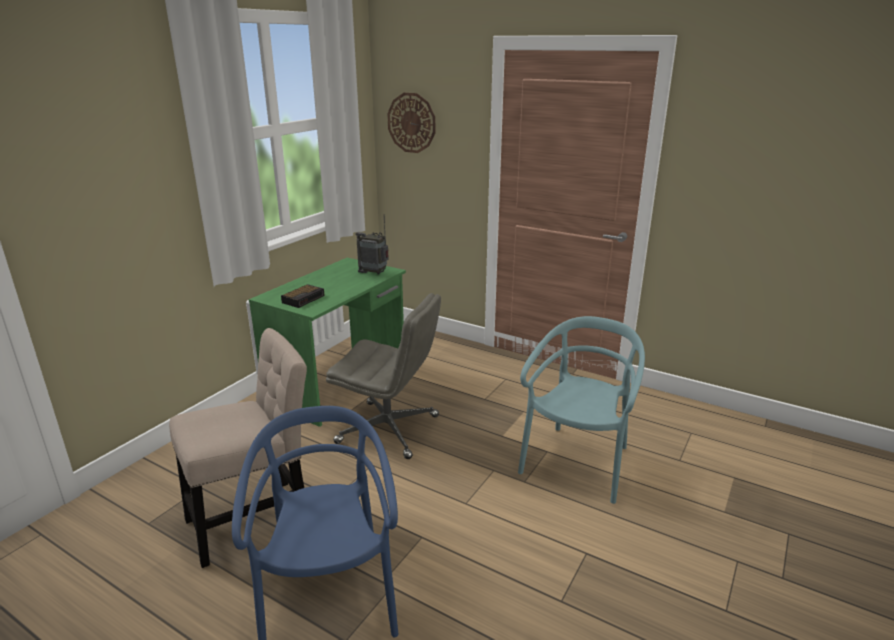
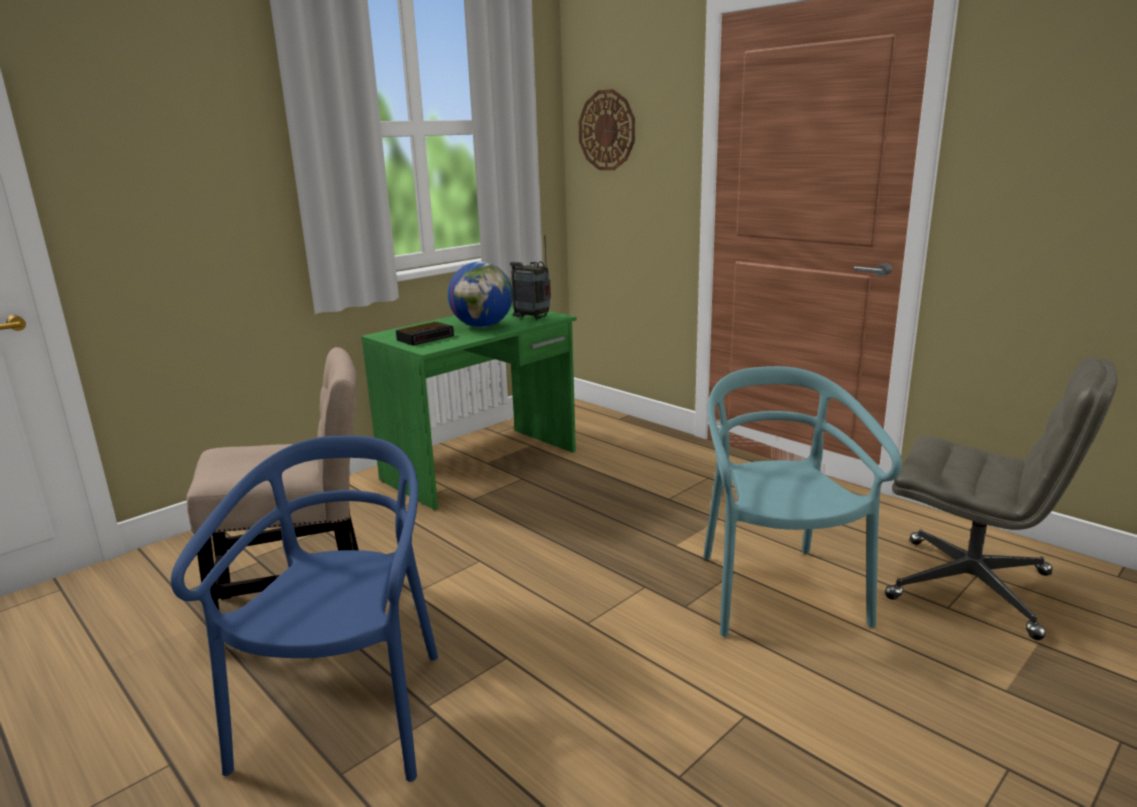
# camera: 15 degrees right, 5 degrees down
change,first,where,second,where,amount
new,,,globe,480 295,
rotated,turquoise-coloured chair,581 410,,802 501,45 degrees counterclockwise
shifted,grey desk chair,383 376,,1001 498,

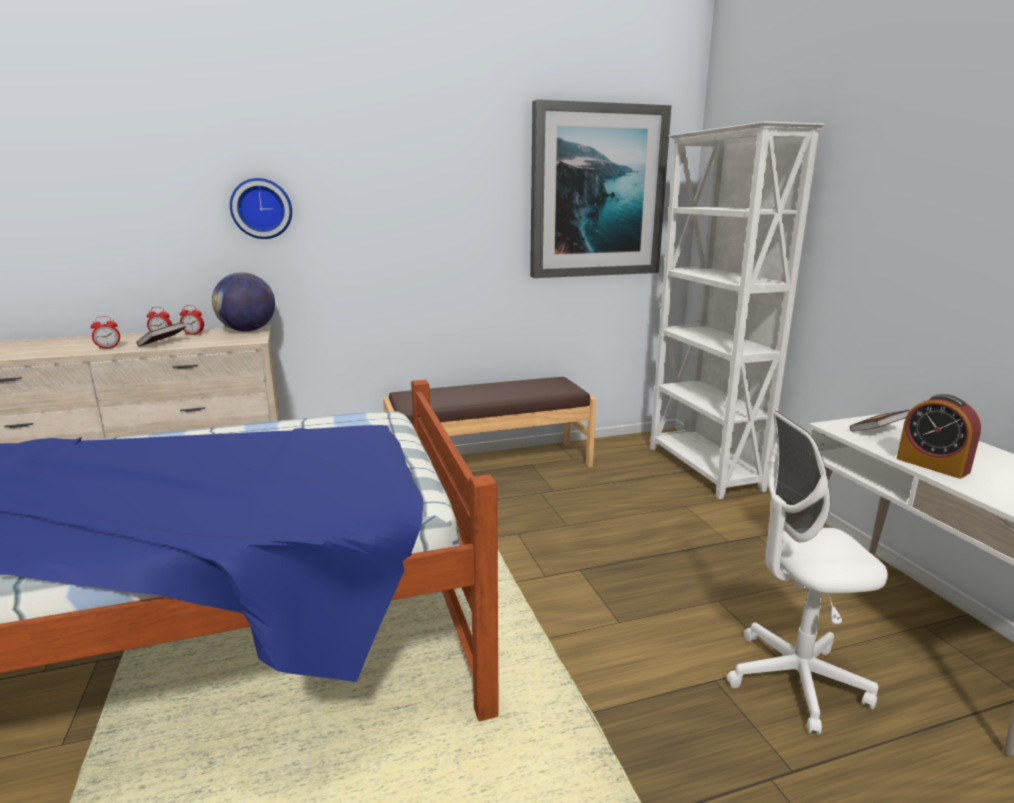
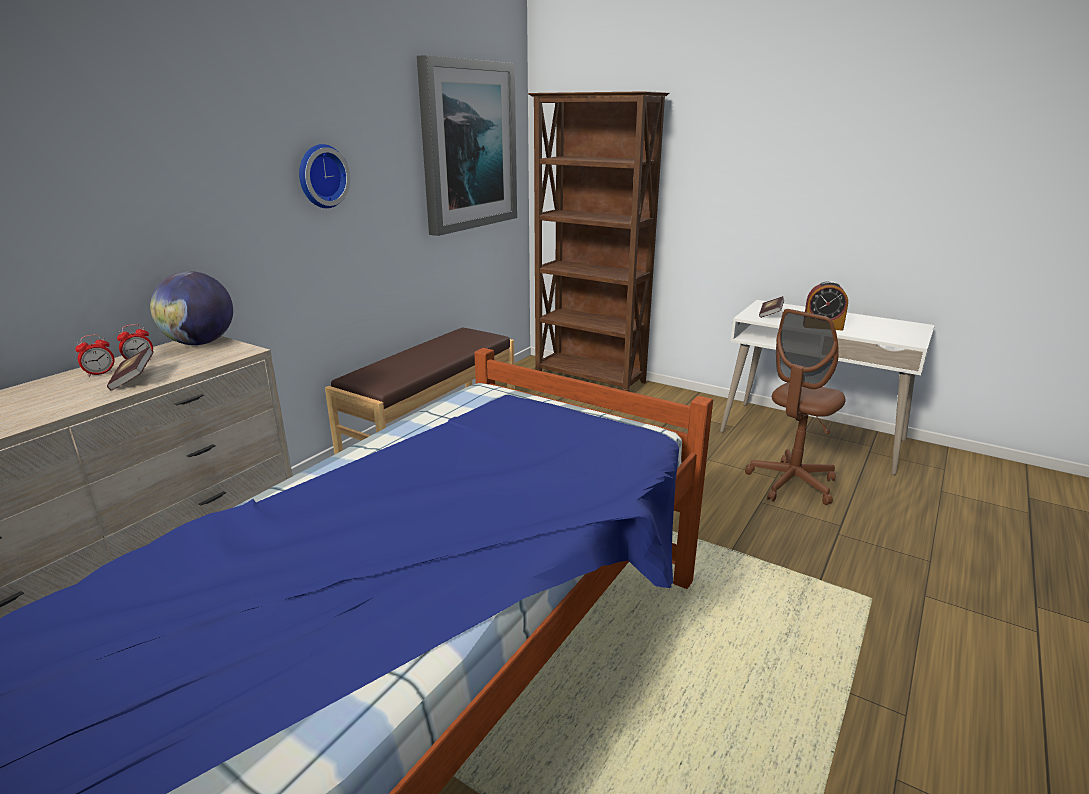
# camera: 40 degrees left, 5 degrees up
change,first,where,second,where,amount
shifted,wall clock,261 208,,324 176,
repainted,white-coloured shelving unit,737 310,brownish shelving unit,598 241,
repainted,white-coloured desk chair,807 572,brownish desk chair,795 407,
gone,bedside clock,105 333,,,

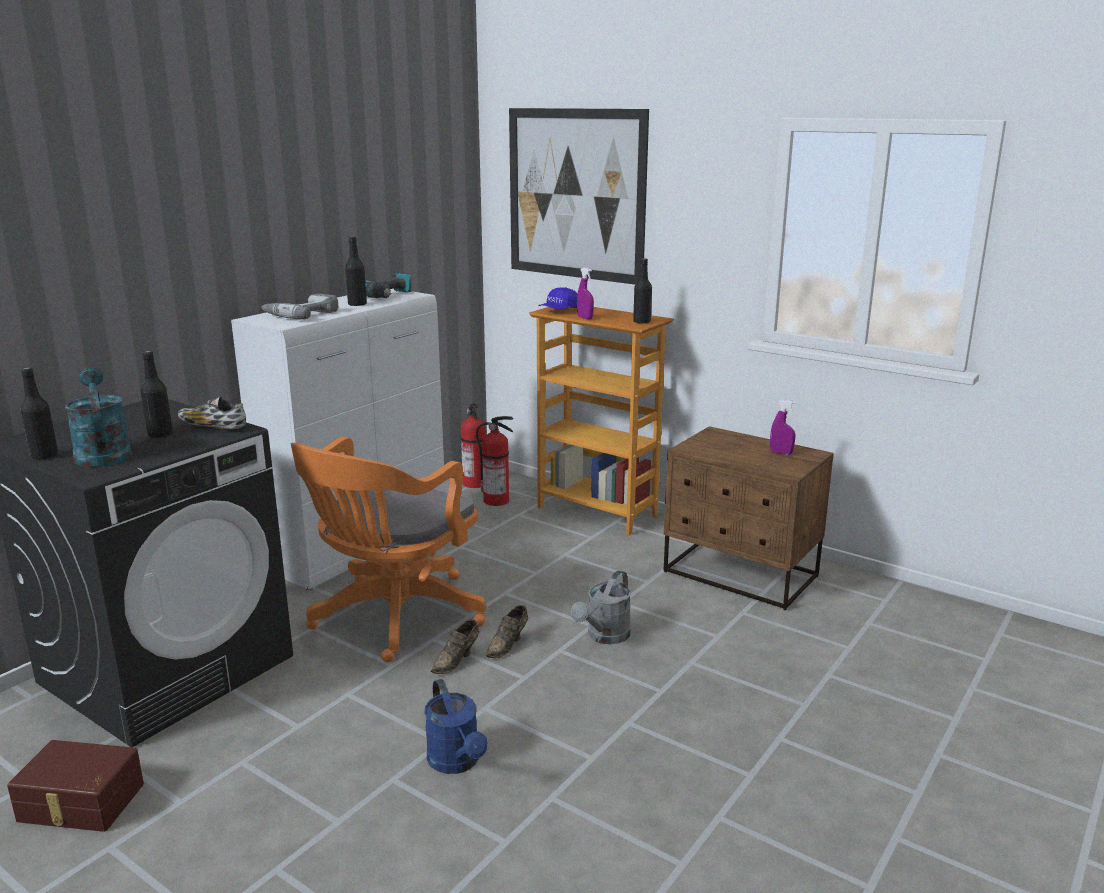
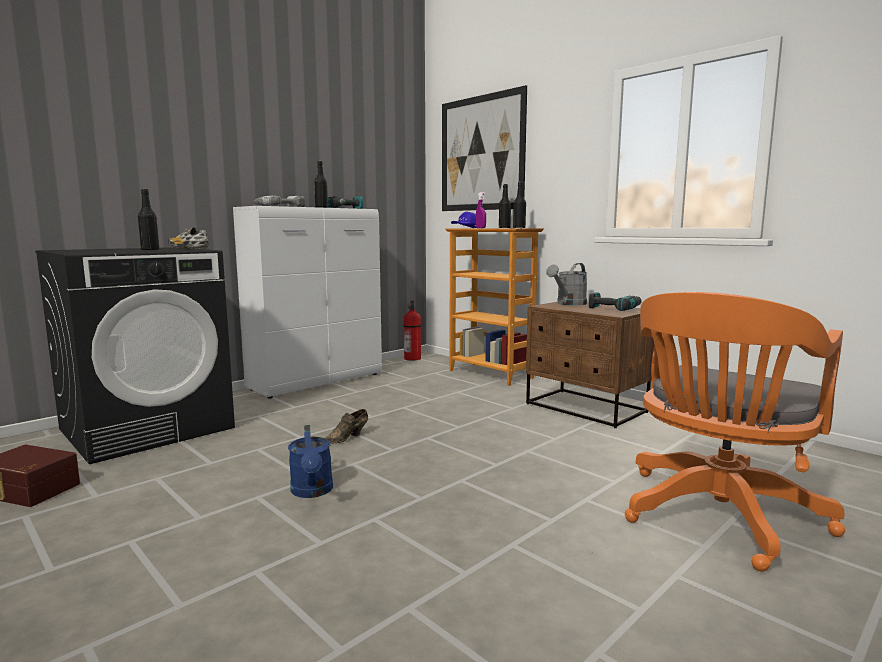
# camera: 10 degrees right, 10 degrees down
change,first,where,second,where,amount
shifted,blackish bottle,39 413,,505 206,
shifted,grey sprinkling can,601 607,,566 284,
swapped,purple-coloured spray bottle,783 427,power drill,615 301,
shifted,orange-coloured desk chair,388 549,,735 432,
gone,turquoise-coloured sprinkling can,98 418,,,
gone,fire extinguisher,494 461,,,
gone,brownish shoe,507 631,,,

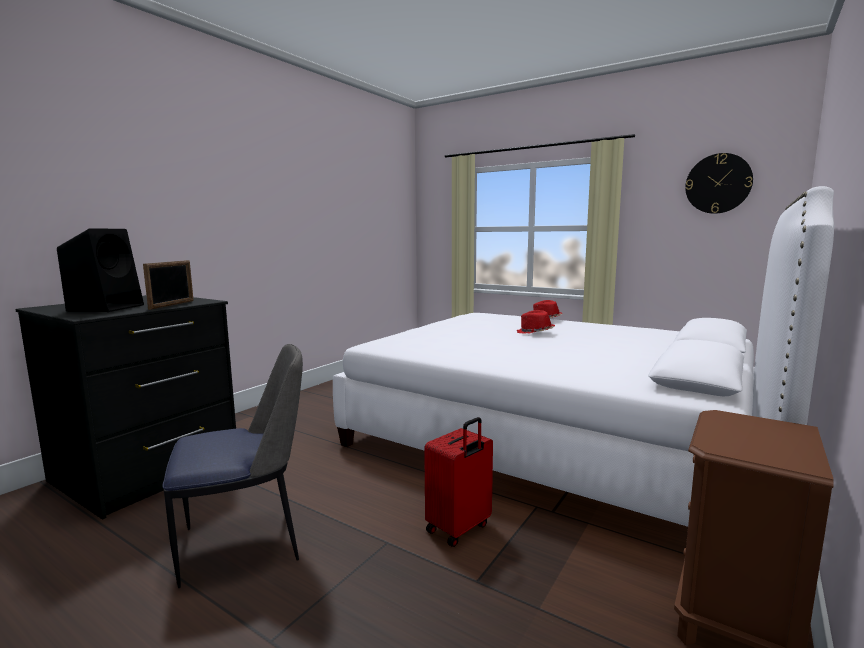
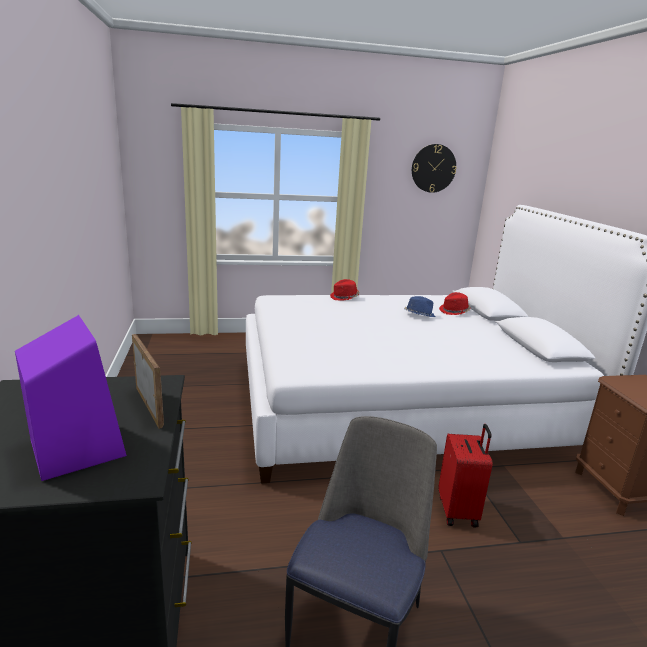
# camera: 45 degrees left, 10 degrees up
change,first,where,second,where,amount
repainted,blackish speaker,100 270,purple-coloured speaker,71 398,
new,,,blue-coloured clothing hat,419 306,
shifted,red-coloured clothing hat,536 322,,454 303,

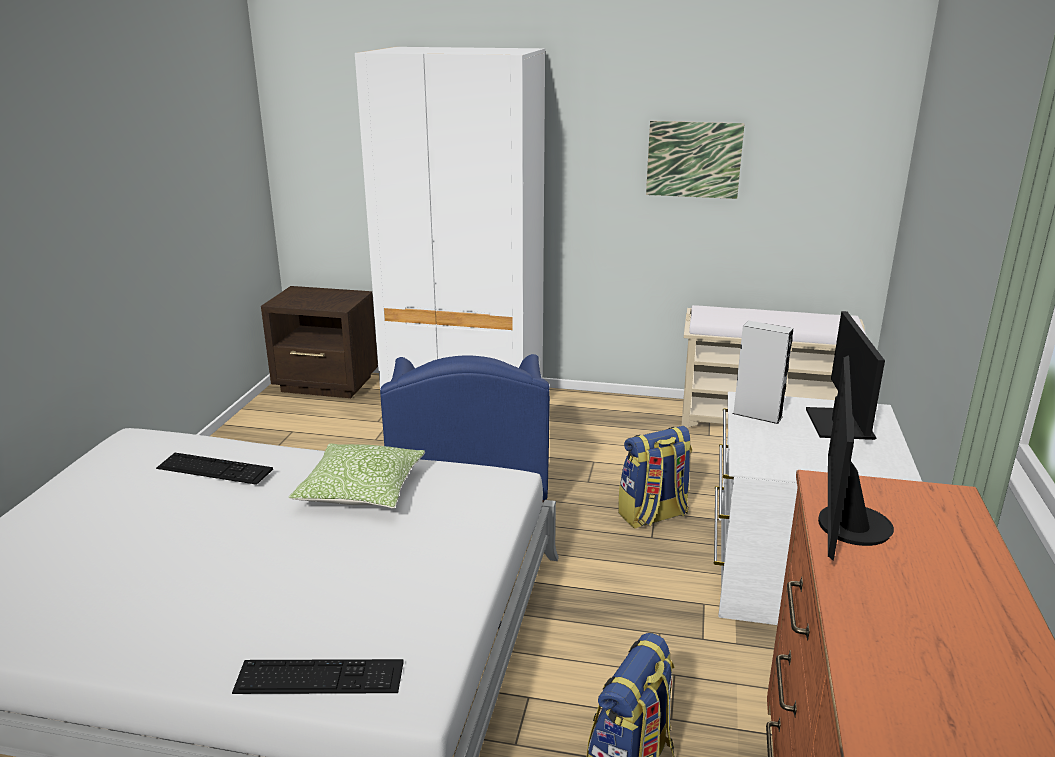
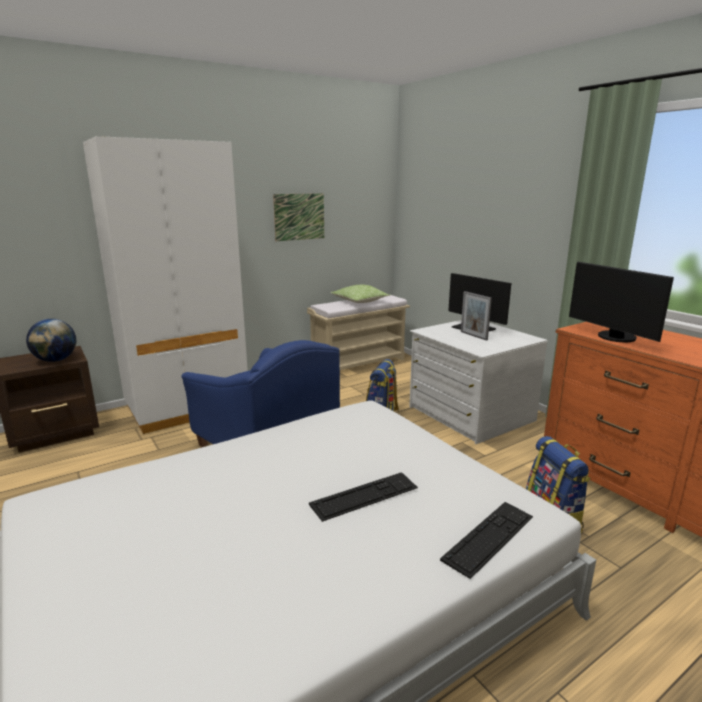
# camera: 45 degrees left, 5 degrees down
change,first,where,second,where,amount
new,,,globe,51 340,
shifted,keyboard,214 469,,363 497,
shifted,cushion,356 476,,360 294,
new,,,standing frame,476 315,
gone,grey speaker,763 372,,,

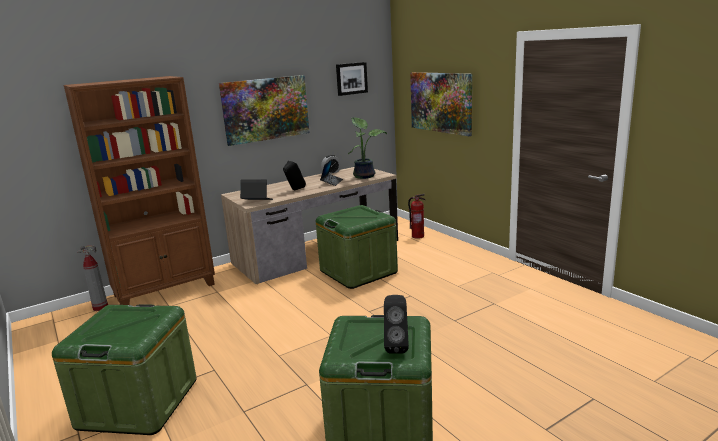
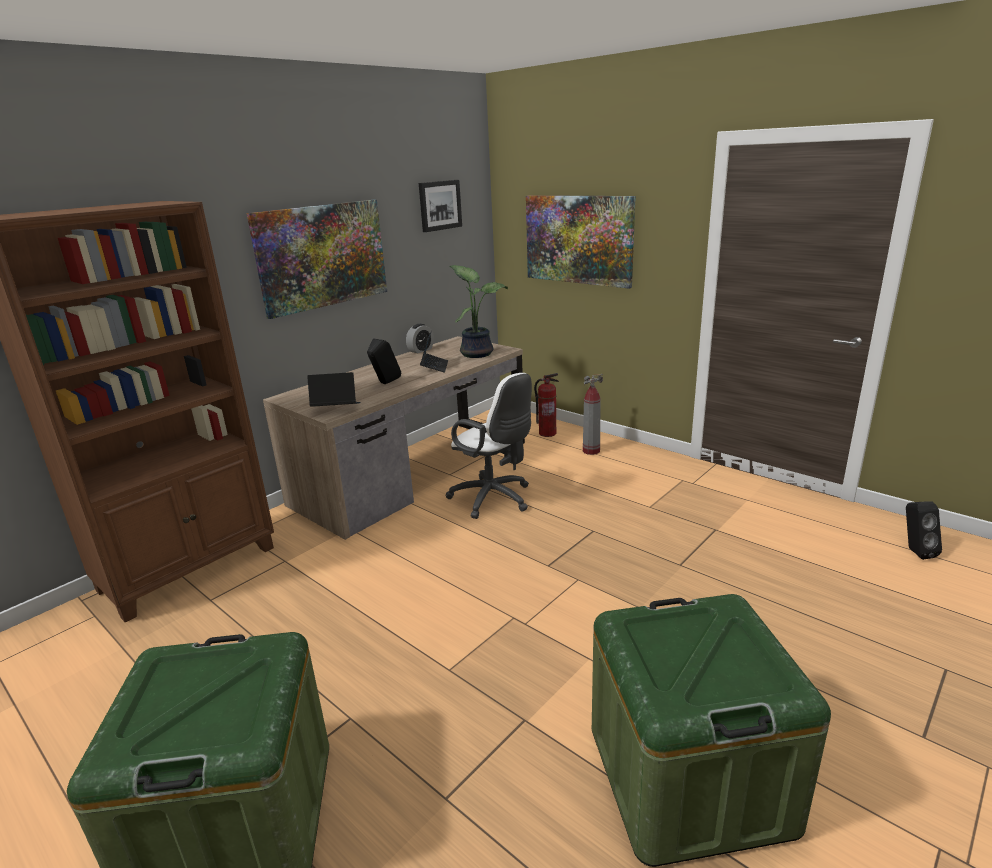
# camera: 15 degrees left, 5 degrees up
change,first,where,second,where,amount
swapped,green storage container,357 247,white-coloured desk chair,489 446,
shifted,fire extinguisher,92 278,,593 414,
shifted,blackish speaker,396 324,,924 530,

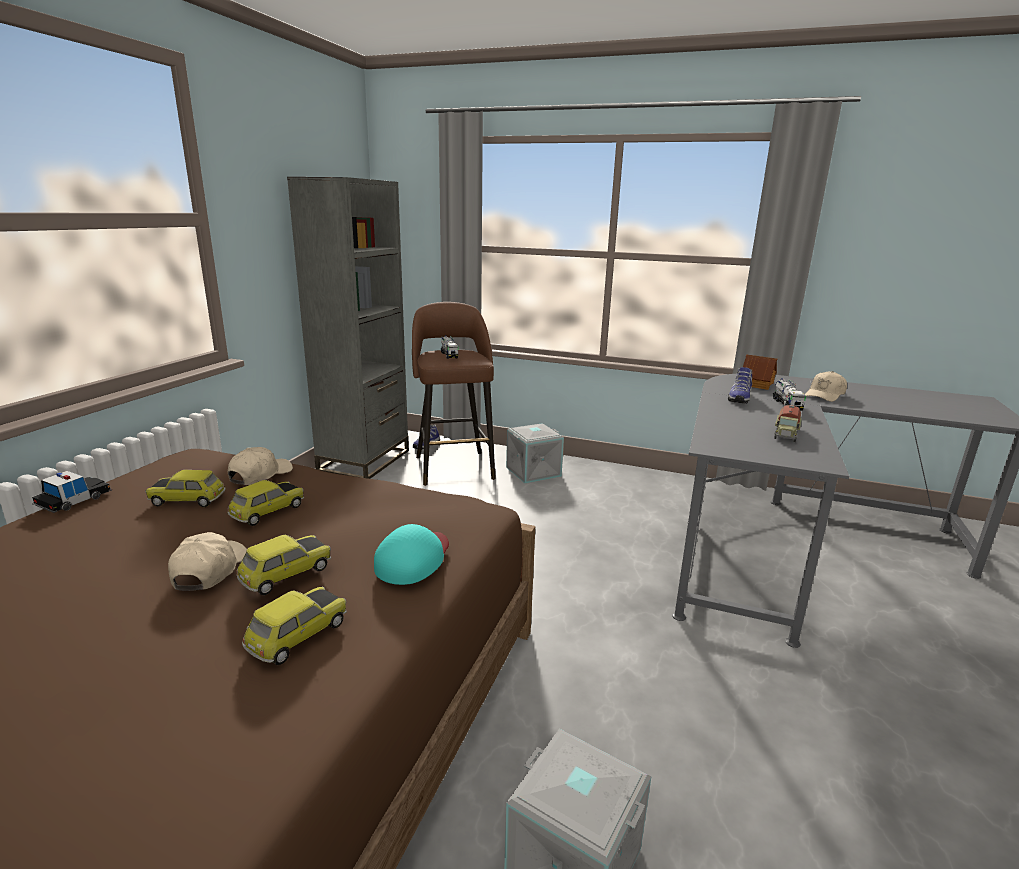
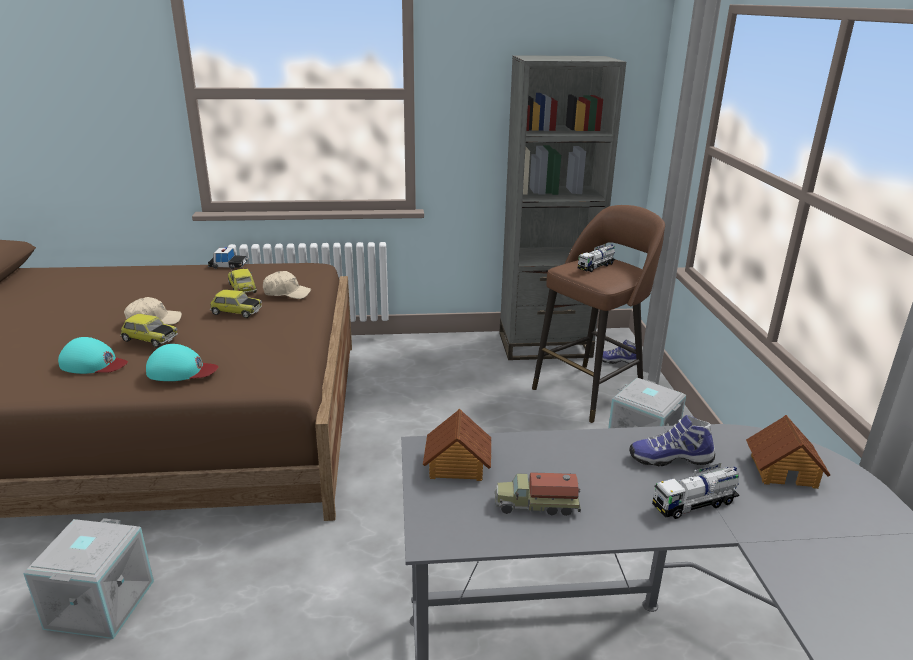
# camera: 65 degrees right, 5 degrees up
change,first,where,second,where,amount
swapped,toy car,294 626,turquoise-coloured baseball cap,93 355,
new,,,miniature house,457 444,
gone,sand-coloured baseball cap,826 386,,,

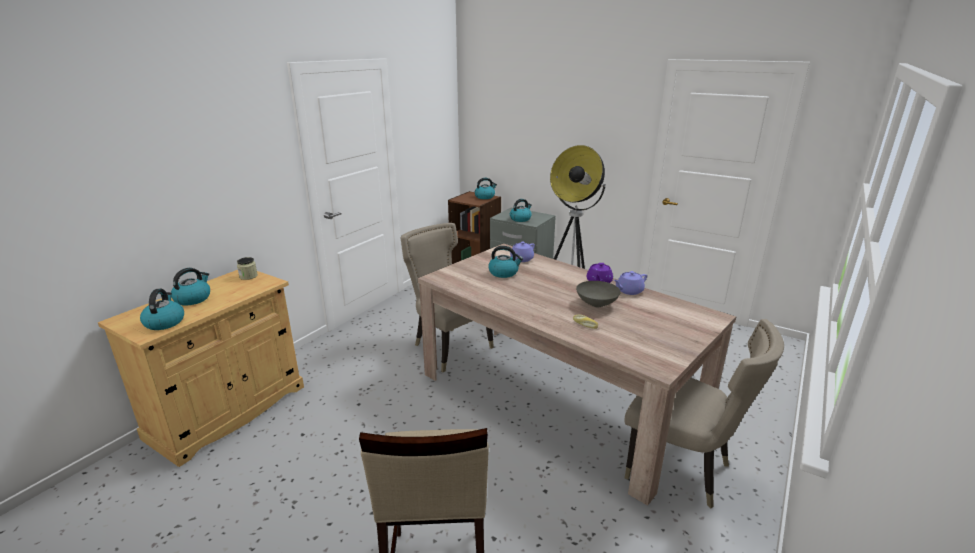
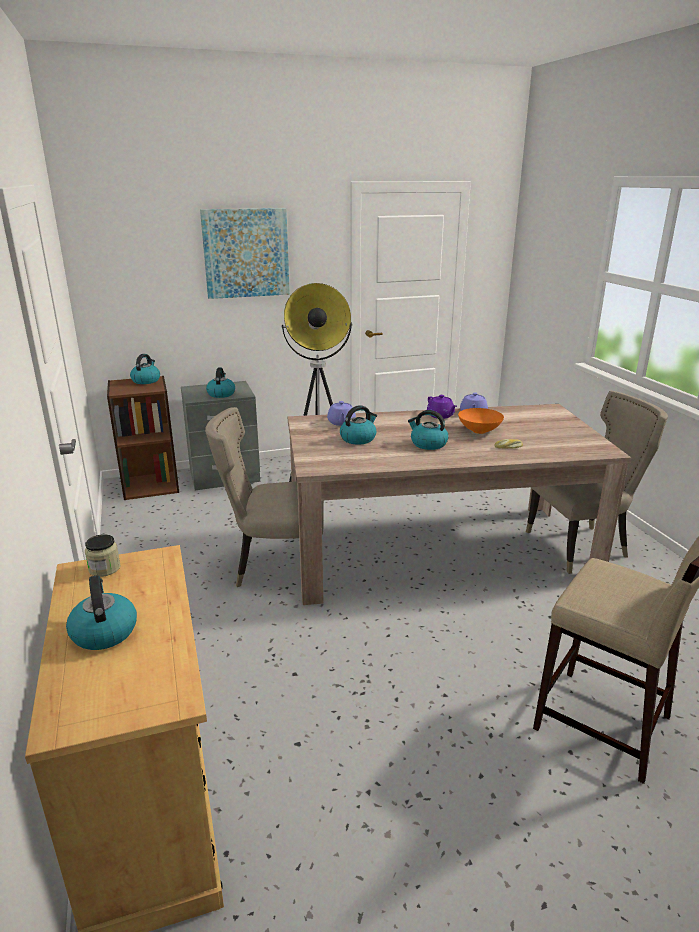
# camera: 50 degrees left, 0 degrees up
change,first,where,second,where,amount
new,,,wall picture,245 253,
shifted,water kettle,162 309,,428 430,
repainted,grey deep dish,598 294,orange-coloured deep dish,481 421,

